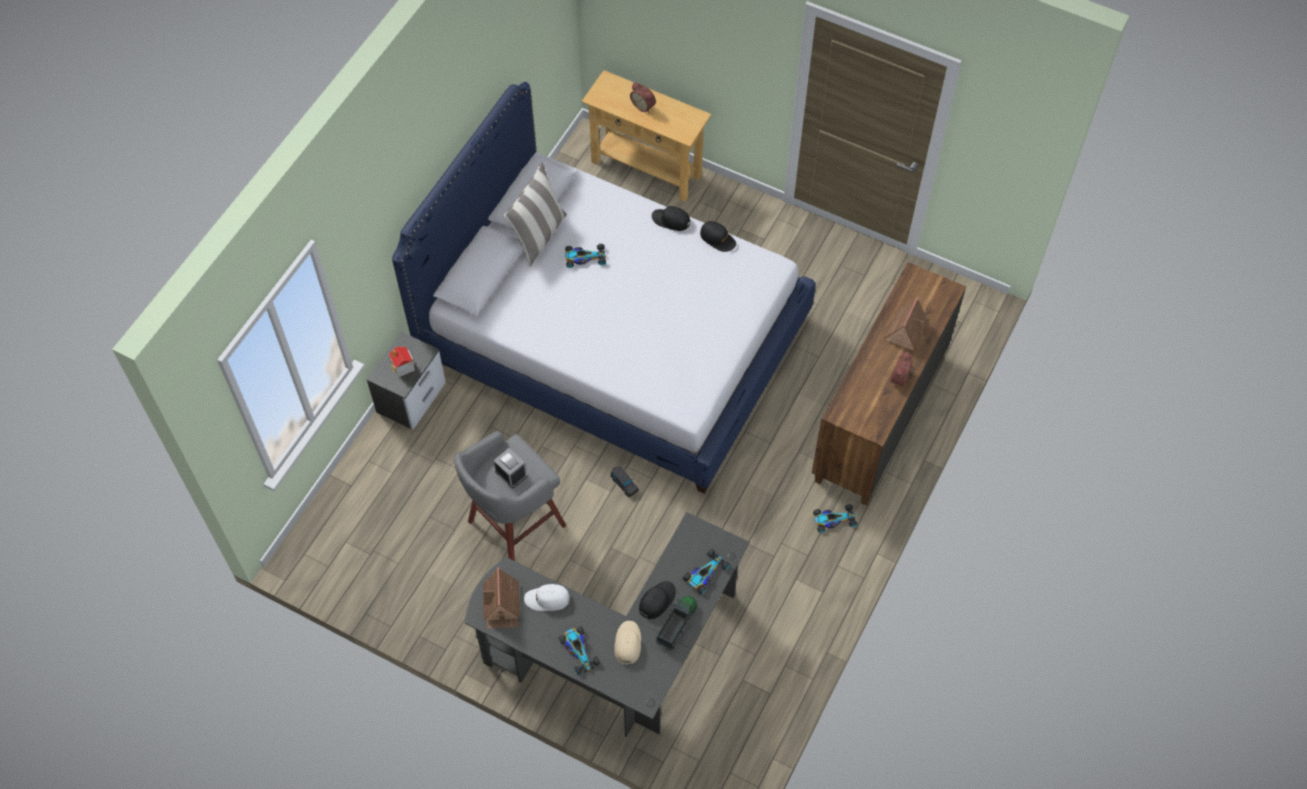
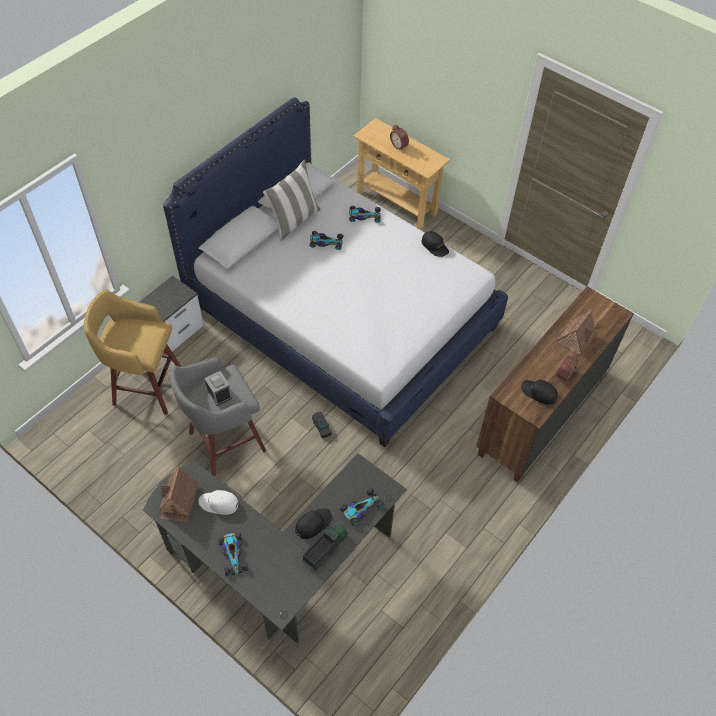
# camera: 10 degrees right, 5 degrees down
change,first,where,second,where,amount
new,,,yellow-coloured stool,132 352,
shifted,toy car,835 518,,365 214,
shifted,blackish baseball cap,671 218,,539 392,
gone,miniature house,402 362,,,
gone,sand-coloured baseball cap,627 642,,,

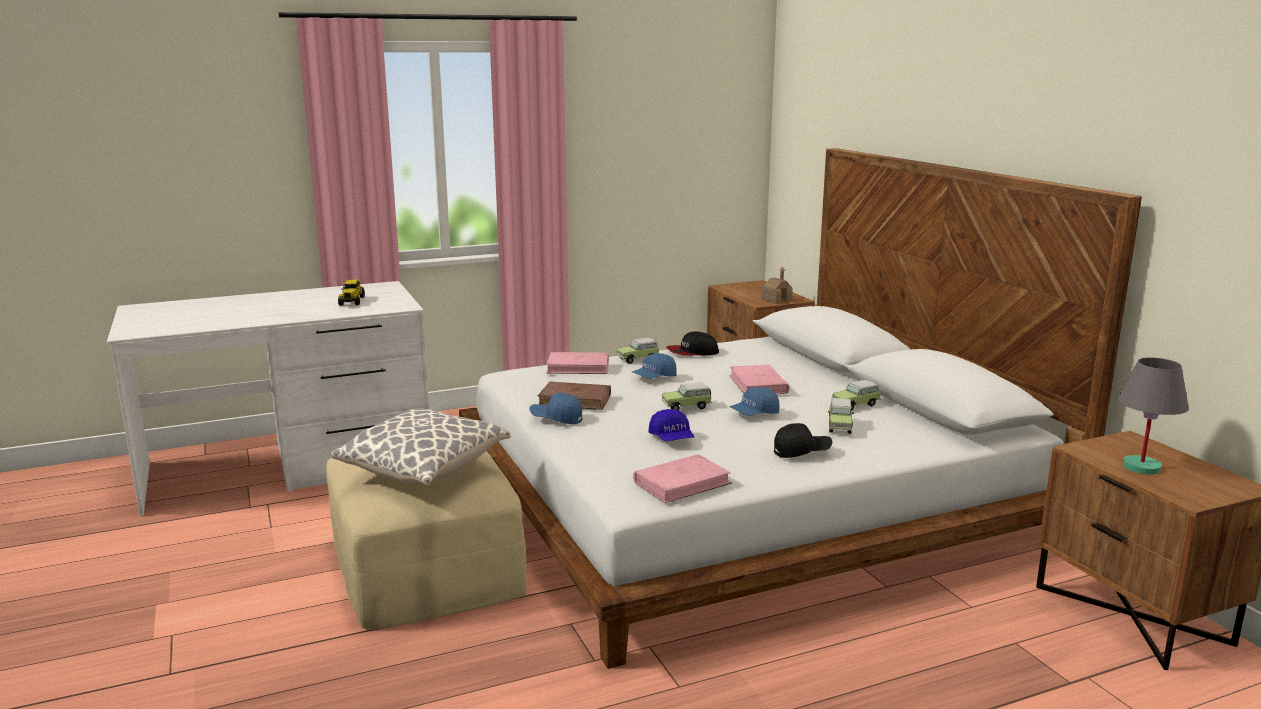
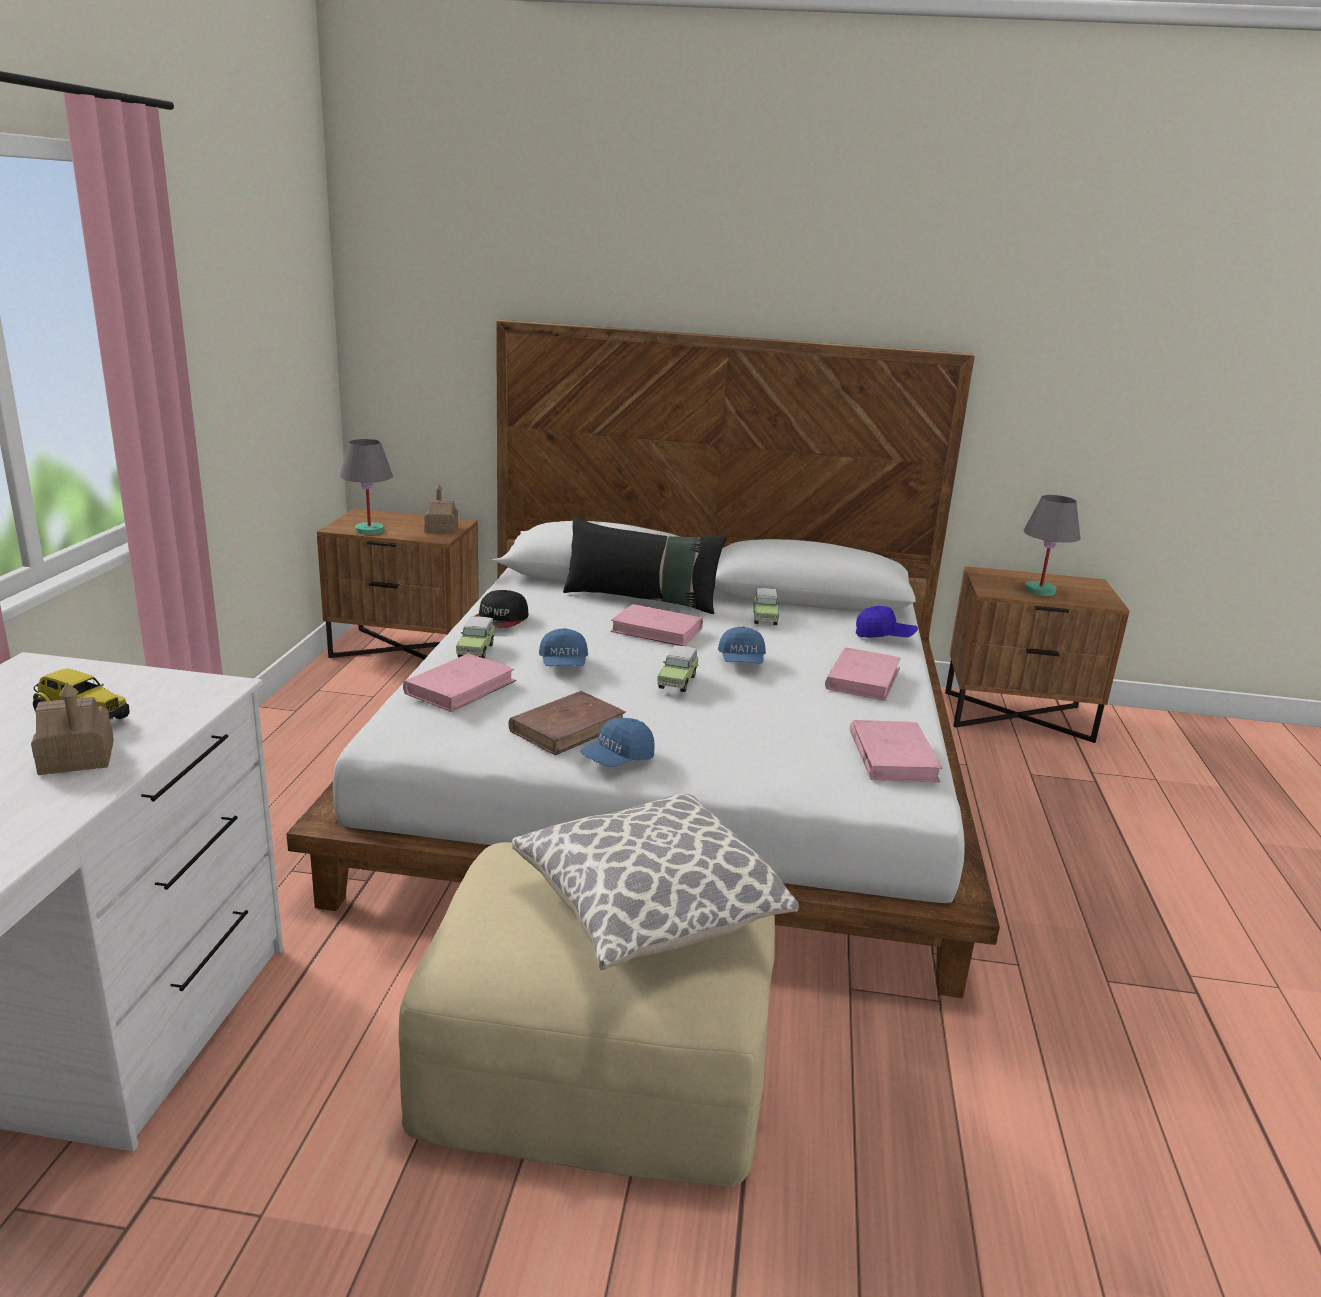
# camera: 60 degrees left, 5 degrees up
change,first,where,second,where,amount
new,,,miniature house,72 729,
new,,,grey table lamp,366 487,
new,,,blackish cushion,645 565,
swapped,blackish baseball cap,803 440,pinkish book,862 674,
shifted,blue-coloured baseball cap,671 425,,887 621,
gone,toy car,841 416,,,

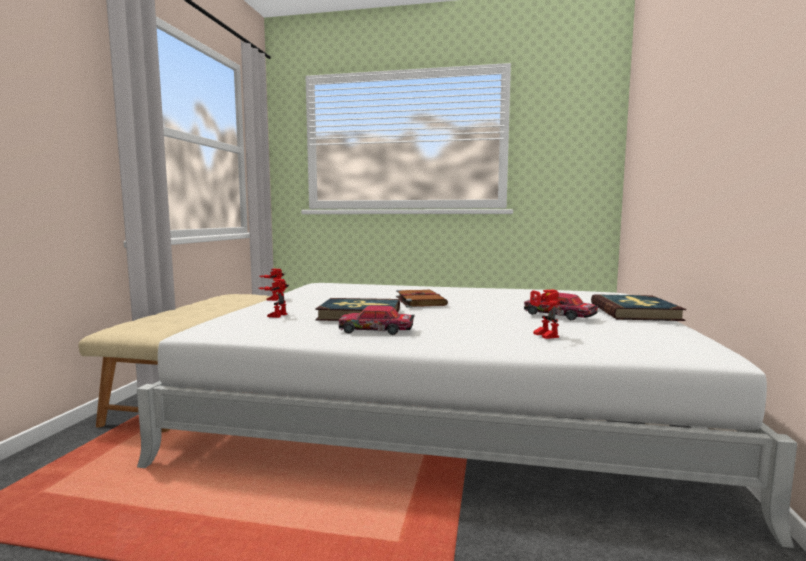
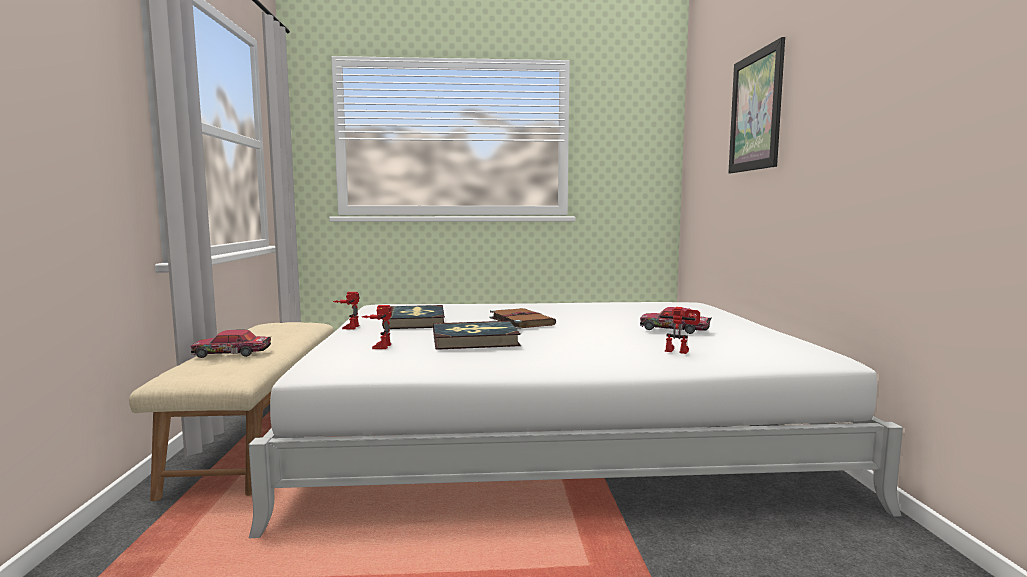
# camera: 15 degrees left, 0 degrees up
change,first,where,second,where,amount
shifted,toy car,377 320,,231 344,
shifted,book,638 307,,413 317,
rotated,model robot,547 314,,680 330,150 degrees clockwise
new,,,wall picture,756 105,

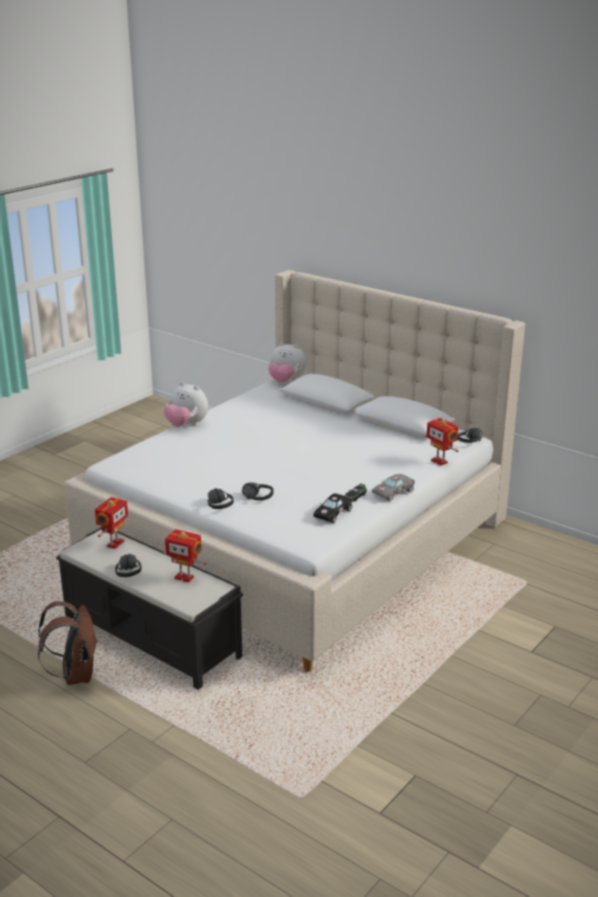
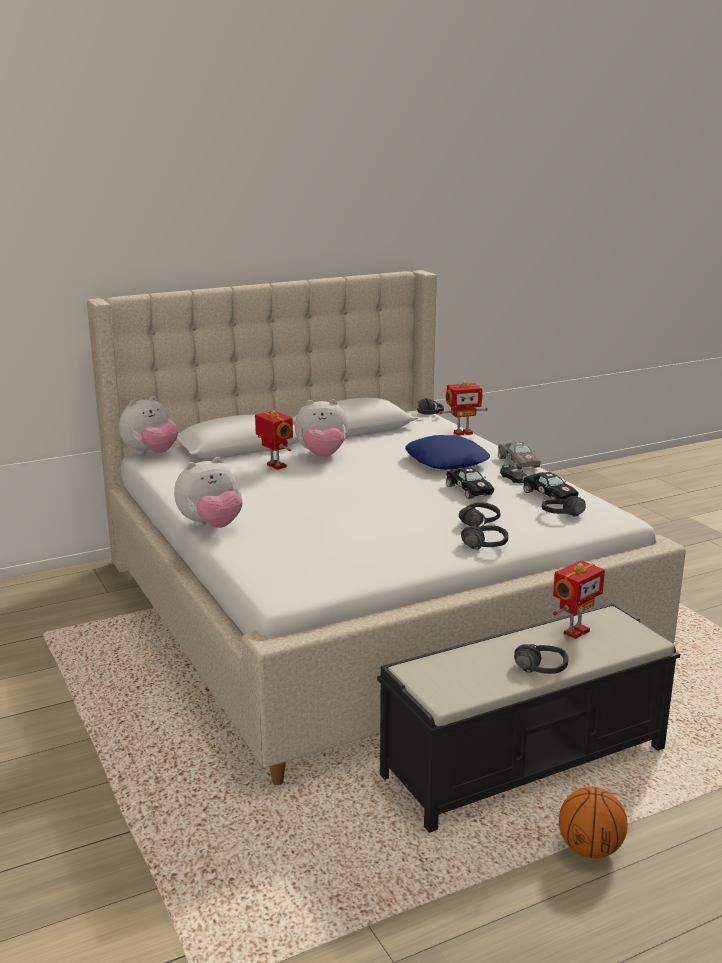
# camera: 65 degrees left, 5 degrees down
change,first,where,second,where,amount
shifted,model robot,111 523,,274 440,
new,,,cuddly toy,321 428,
new,,,blue-coloured cushion,447 452,
new,,,blackish toy car,470 483,
new,,,blackish headset,564 506,
swapped,brownish rucksack,67 643,basketball ball,593 822,

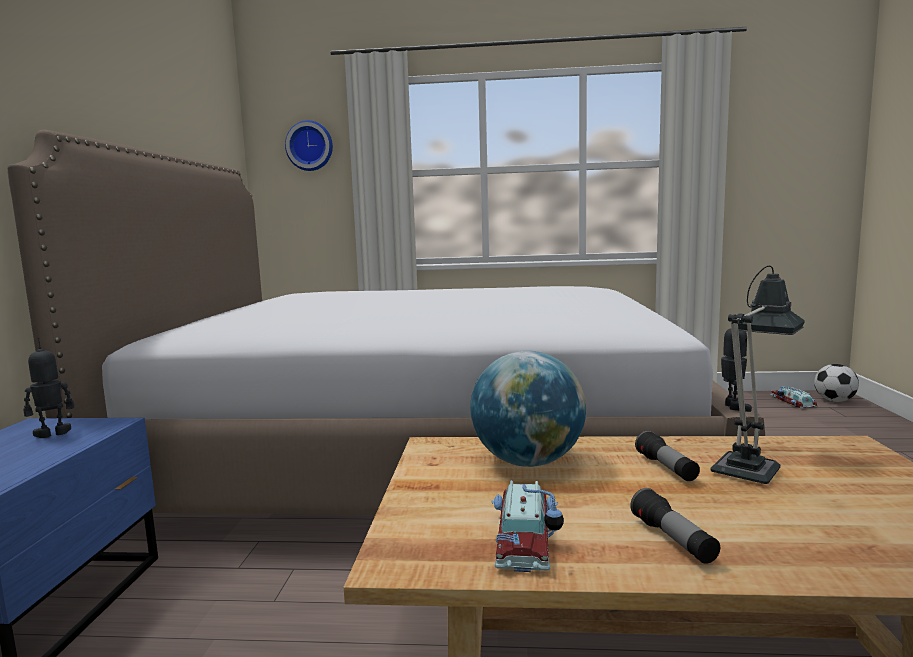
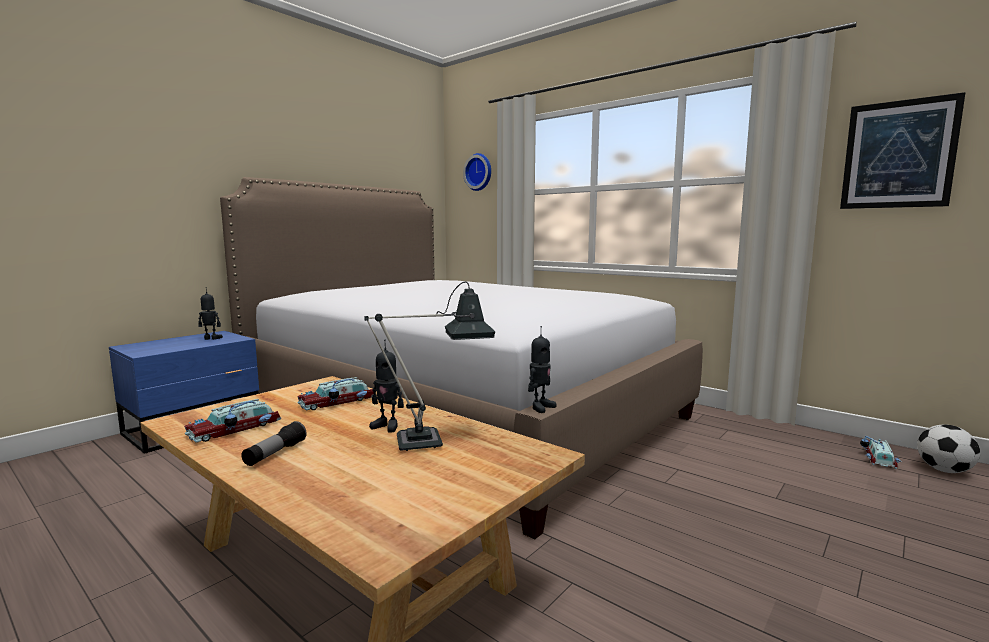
# camera: 35 degrees right, 0 degrees up
change,first,where,second,where,amount
swapped,globe,528 409,toy car,335 393,
swapped,hand torch,667 456,model robot,386 386,
new,,,wall picture,903 150,

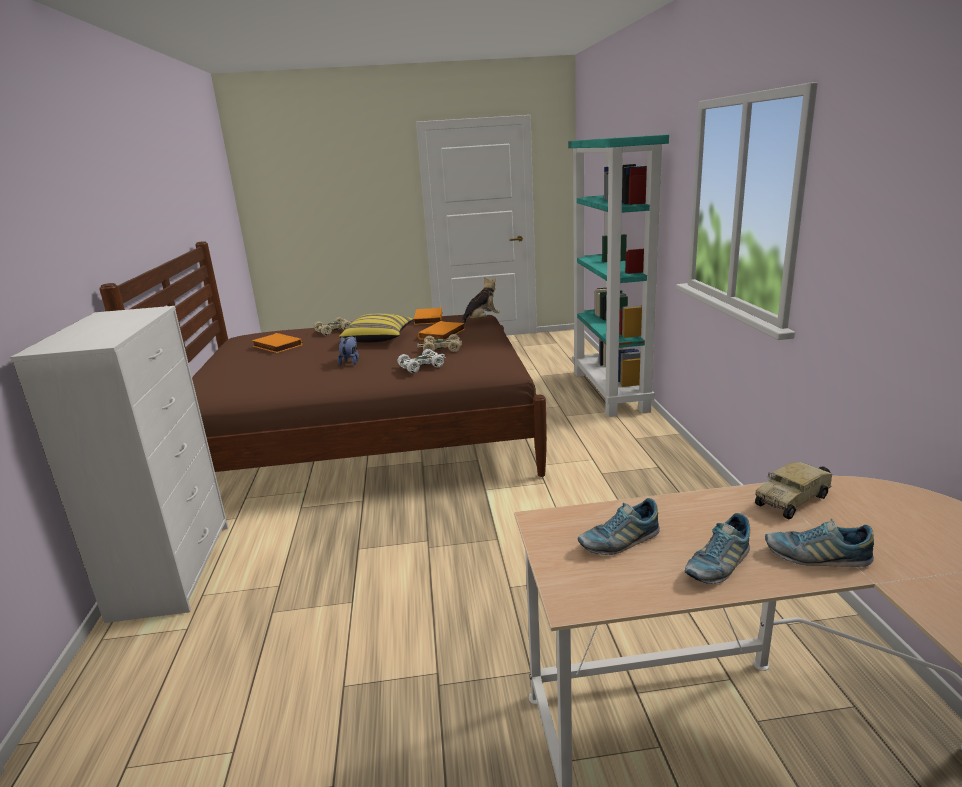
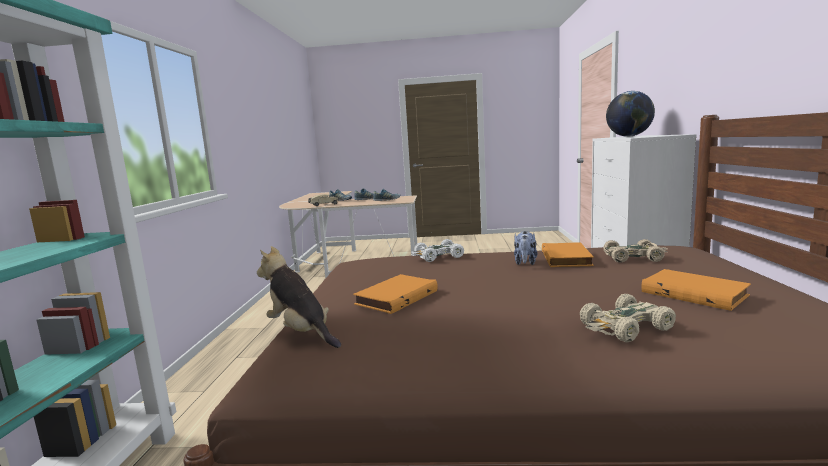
# camera: 170 degrees left, 10 degrees down
change,first,where,second,where,amount
rotated,cuddly toy,480 301,,299 297,75 degrees clockwise
shifted,orange-coloured book,428 316,,568 254,
shifted,sand-coloured toy car,439 343,,636 251,
new,,,globe,630 114,
gone,yellow-coloured cushion,376 328,,,

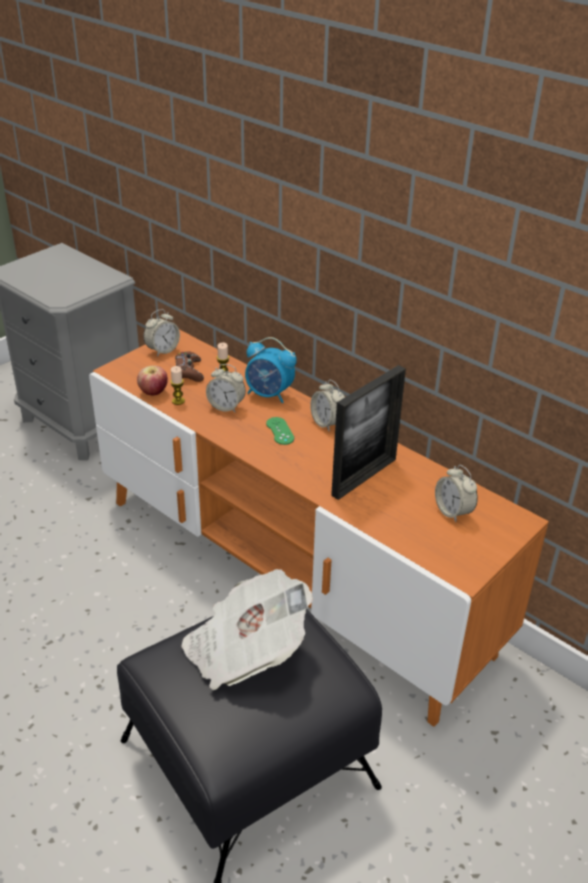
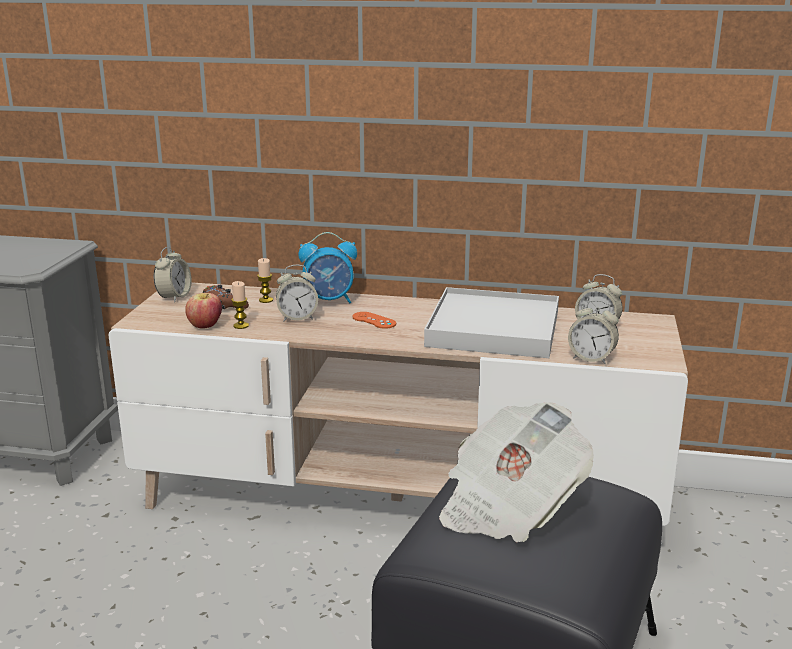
# camera: 30 degrees left, 15 degrees down
change,first,where,second,where,amount
repainted,orange-coloured tv unit,319 528,sand-coloured tv unit,398 404,
repainted,green gamepad,280 431,orange-coloured gamepad,374 320,
swapped,standing frame,368 432,white-coloured serving tray,491 322,
shifted,bedside clock,327 405,,593 332,

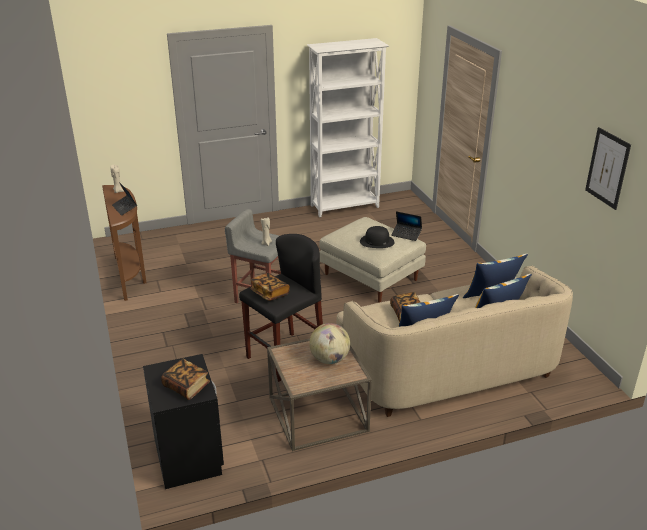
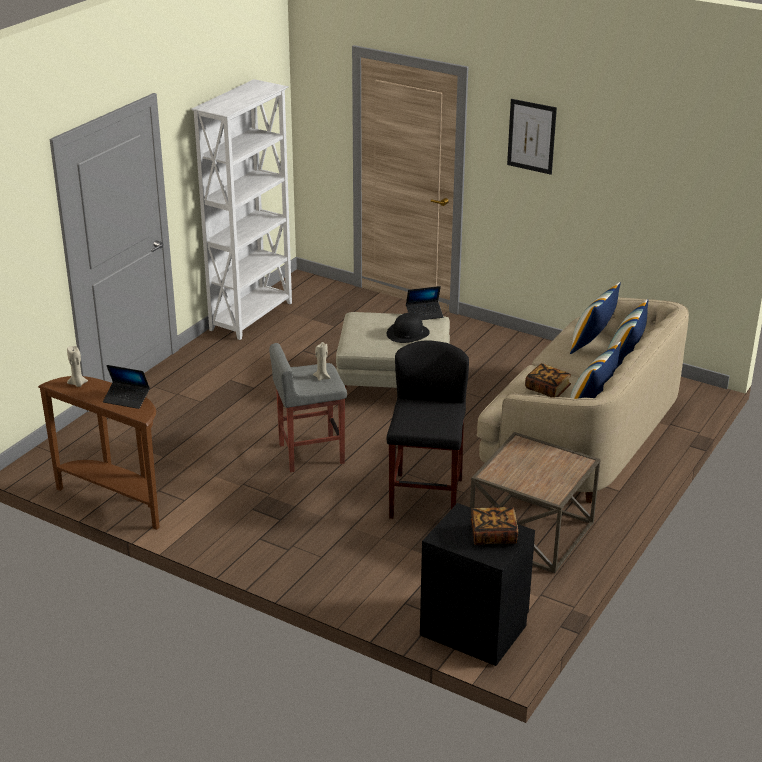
# camera: 40 degrees left, 0 degrees up
change,first,where,second,where,amount
shifted,wall picture,608 168,,532 137,
gone,book,270 287,,,
gone,globe,329 343,,,

